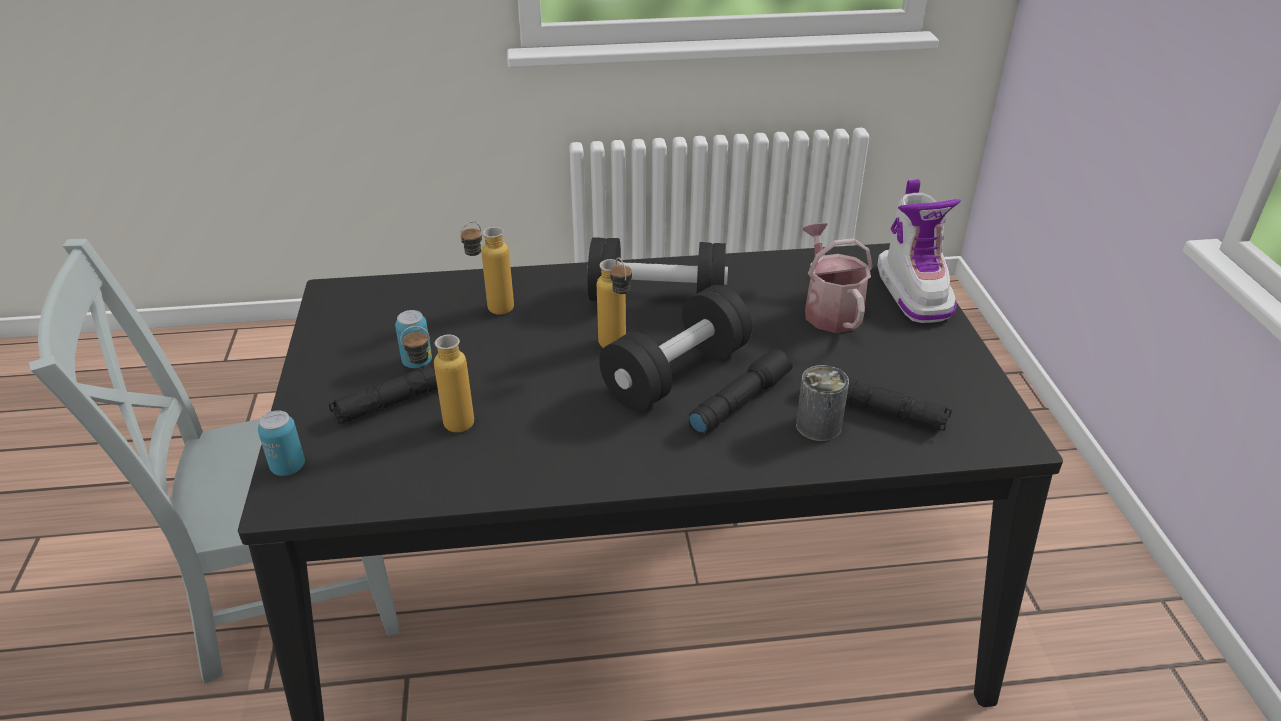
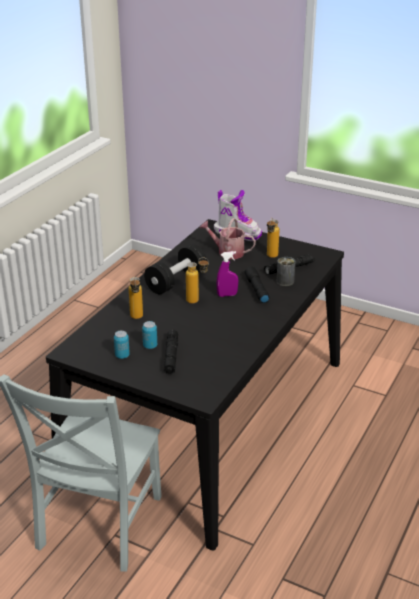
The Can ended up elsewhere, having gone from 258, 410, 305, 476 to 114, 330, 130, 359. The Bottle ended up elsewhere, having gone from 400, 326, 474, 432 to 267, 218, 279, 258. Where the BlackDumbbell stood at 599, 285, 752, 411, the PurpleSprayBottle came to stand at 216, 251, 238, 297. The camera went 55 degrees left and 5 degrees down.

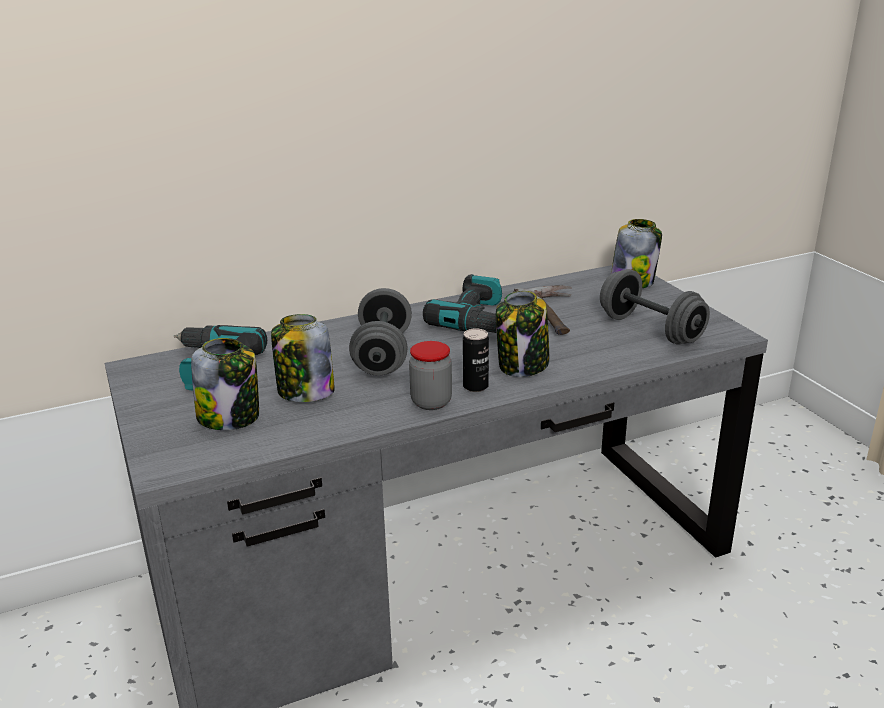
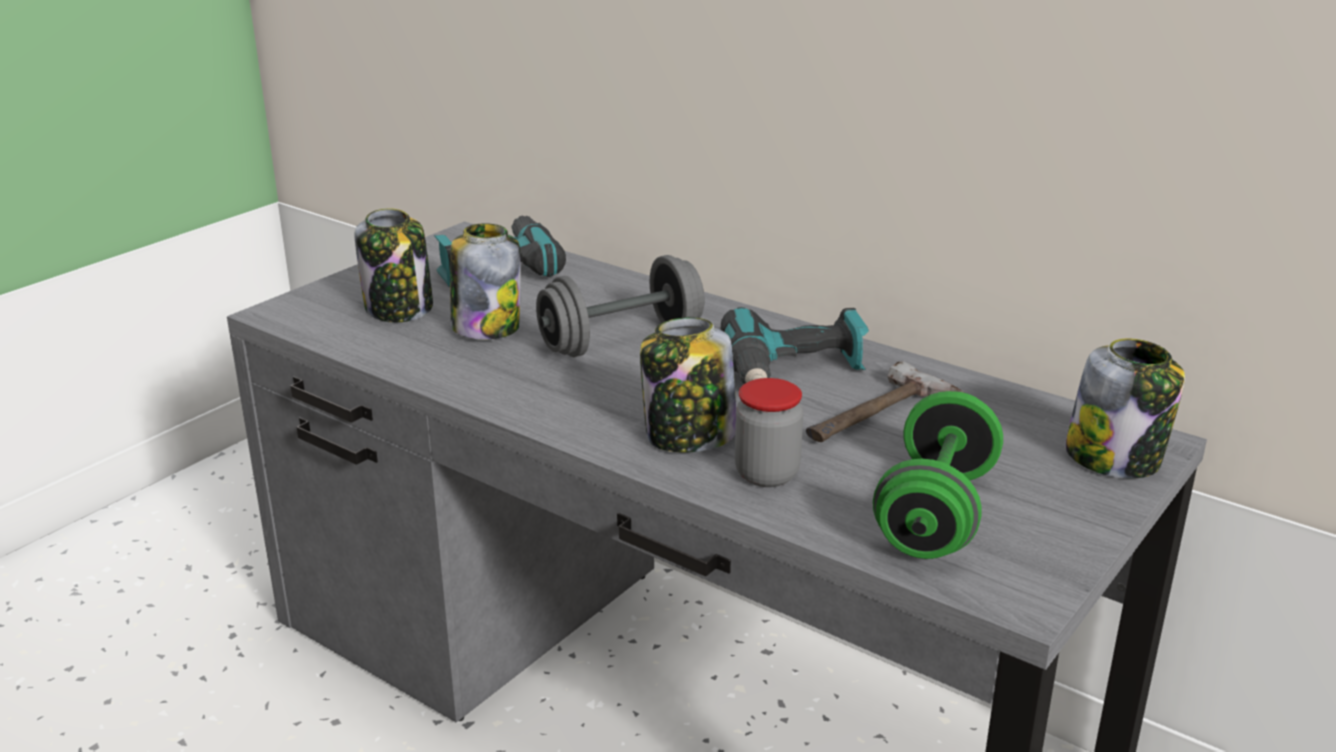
The second view lost the Can at 463, 328, 489, 392. The Jar ended up elsewhere, having gone from 409, 341, 452, 410 to 735, 378, 803, 487. What was the GreyDumbbell at 600, 269, 710, 345 turned into the GreenDumbbell at 873, 391, 1003, 559. The camera went 60 degrees right and 0 degrees up.

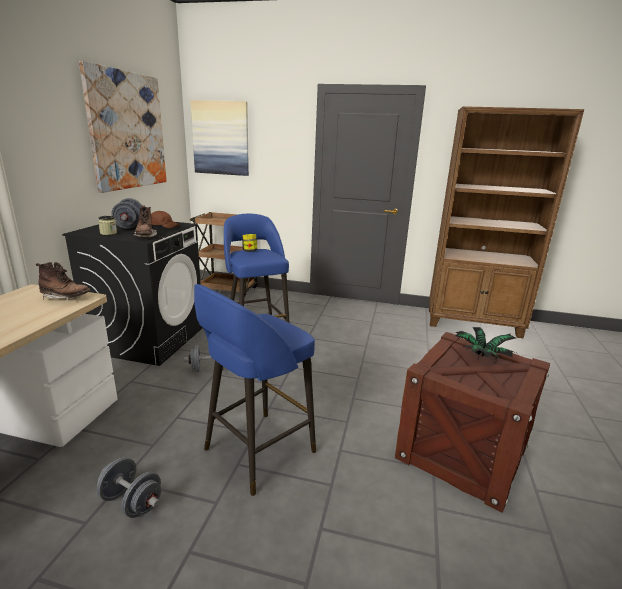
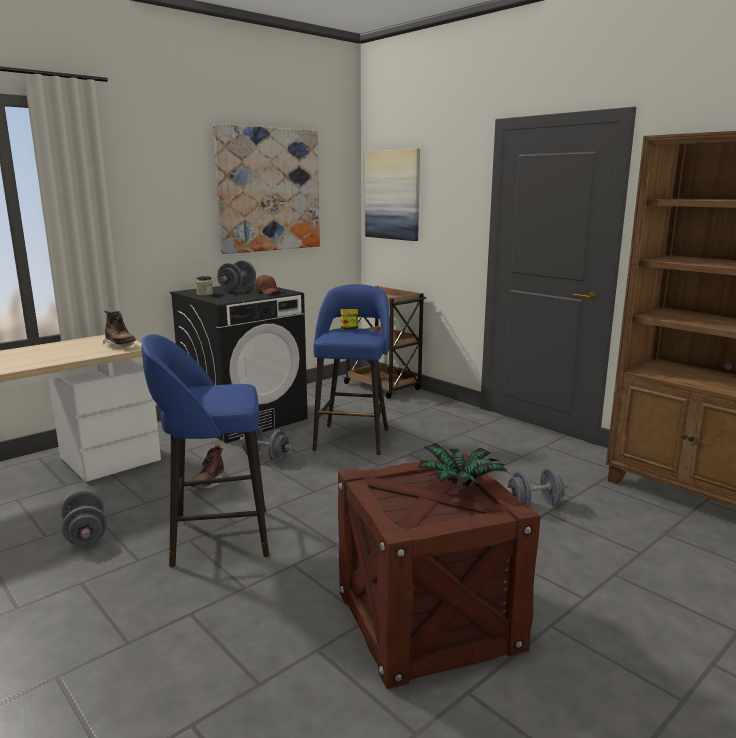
The second view gained the GreyDumbbell at 507, 468, 568, 506. The BrownBoot ended up elsewhere, having gone from 134, 205, 157, 238 to 191, 444, 224, 489. The camera went 35 degrees right and 5 degrees down.

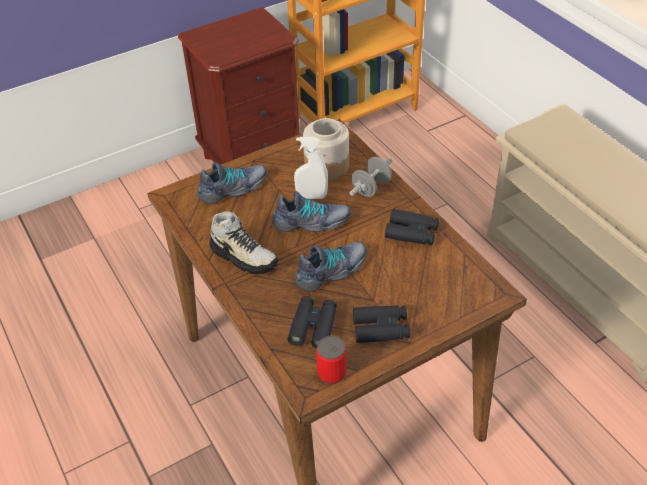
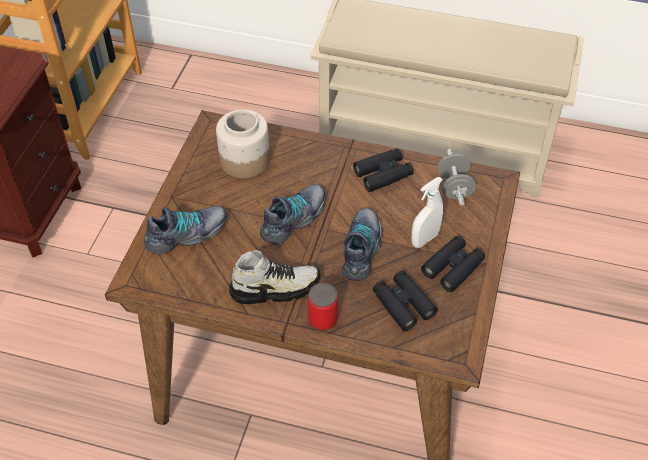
The WhiteSprayBottle ended up elsewhere, having gone from 294, 137, 328, 199 to 411, 177, 443, 248. The Can ended up elsewhere, having gone from 316, 336, 346, 384 to 308, 283, 338, 331. The GreyDumbbell ended up elsewhere, having gone from 349, 157, 392, 197 to 437, 149, 476, 206. The Shoe at 197, 162, 267, 204 ended up facing another way, 45 degrees clockwise from before. The camera went 45 degrees left and 5 degrees up.

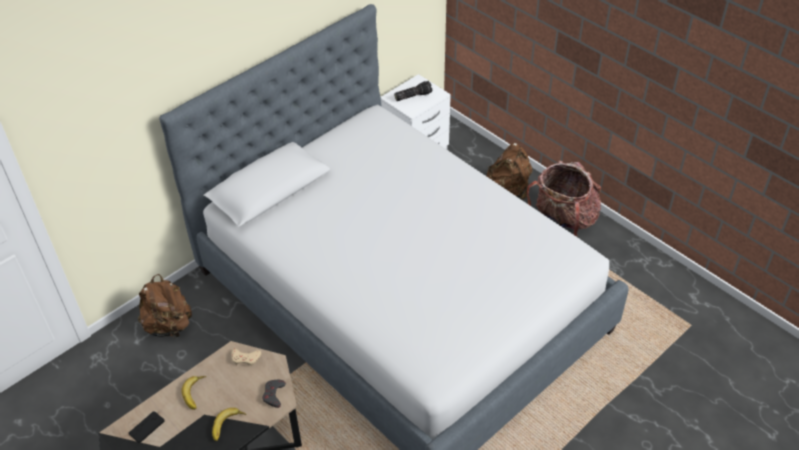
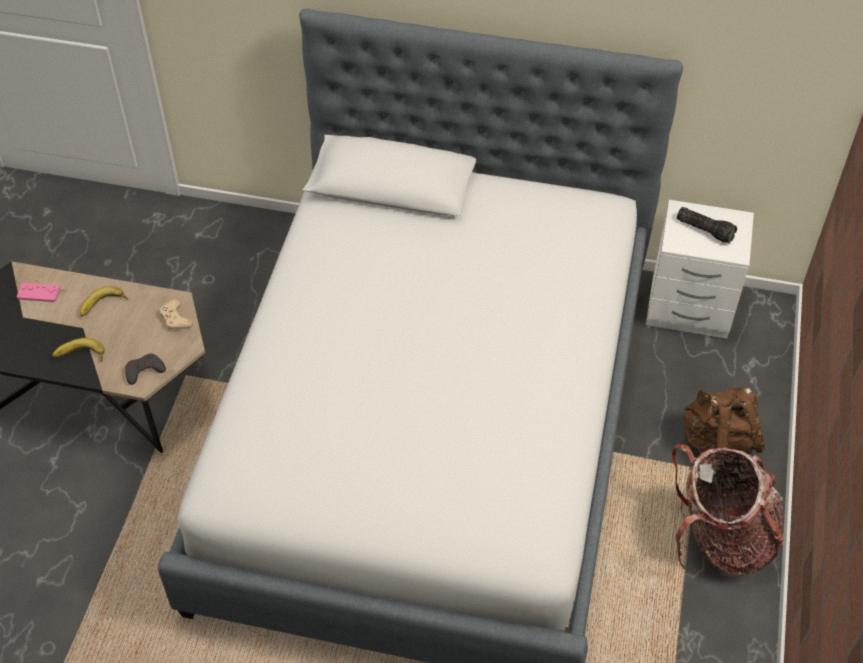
The second view lost the BrownBackpack at 138, 274, 192, 337. What was the BlackGameController at 129, 411, 165, 443 turned into the PinkGameController at 16, 283, 61, 302. The camera went 55 degrees right and 5 degrees up.

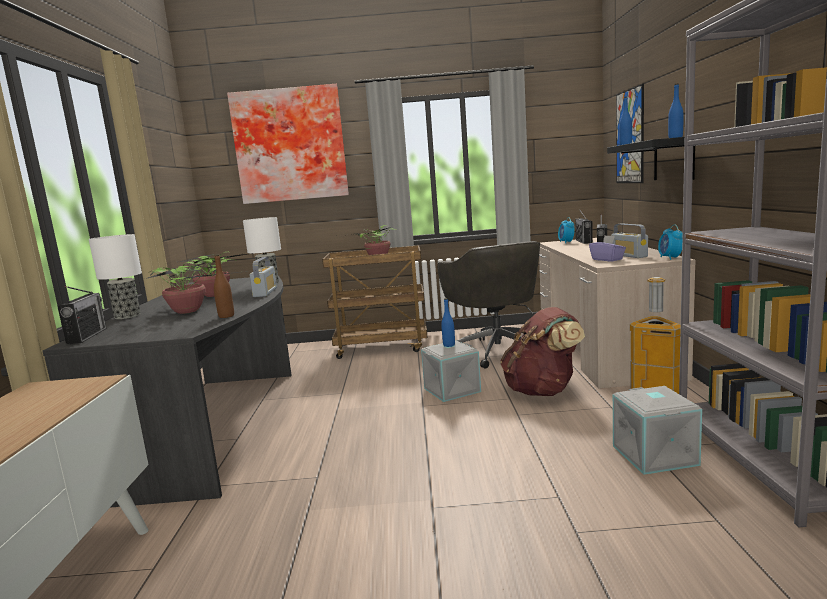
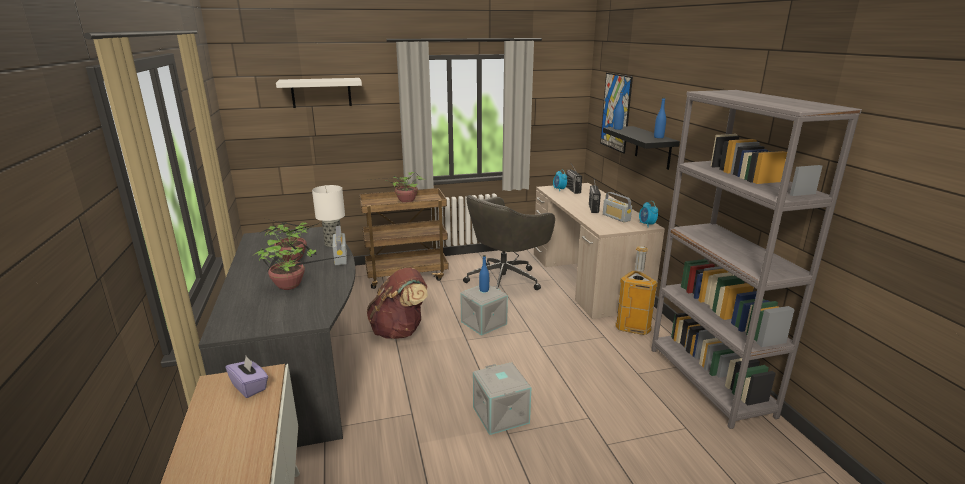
The second view lost the Radio at 58, 286, 107, 344. The second view lost the TableLamp at 89, 234, 142, 319. The second view lost the BrownBottle at 214, 255, 234, 318. The BrownBackpack ended up elsewhere, having gone from 500, 307, 585, 396 to 367, 268, 428, 339. The PurpleTissueBox ended up elsewhere, having gone from 589, 235, 626, 261 to 226, 356, 268, 398. The GreyStorageBox ended up elsewhere, having gone from 613, 386, 702, 475 to 473, 362, 532, 435. Where the Picture hung at 227, 84, 349, 204, the WhiteShelf came to hang at 276, 78, 362, 108. The GreyOfficeChair at 437, 241, 540, 369 ended up facing another way, 75 degrees clockwise from before. The camera went 15 degrees left and 10 degrees up.

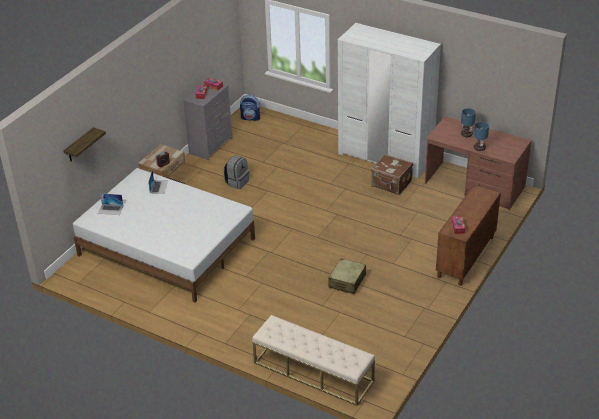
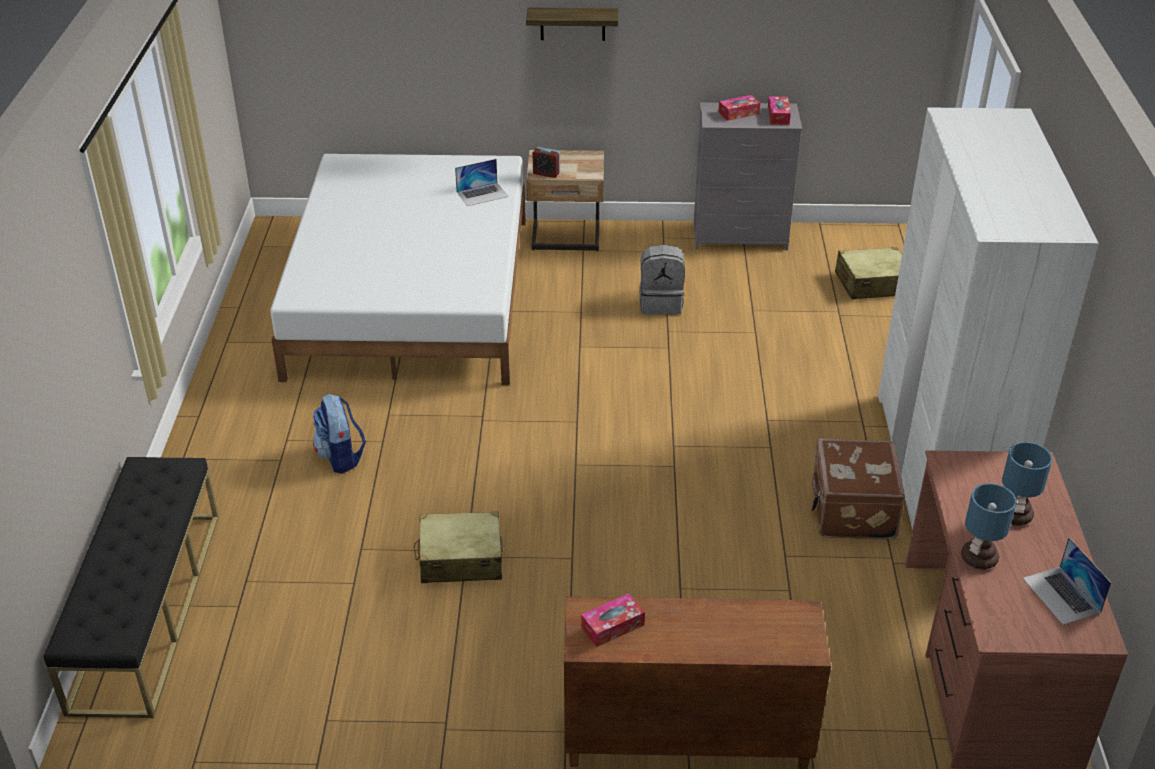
The second view gained the BeigeSuitcase at 835, 247, 902, 299. The Shelf ended up elsewhere, having gone from 64, 127, 106, 162 to 526, 8, 618, 41. The Laptop ended up elsewhere, having gone from 98, 193, 124, 215 to 1023, 538, 1111, 625. The Backpack ended up elsewhere, having gone from 240, 95, 260, 121 to 313, 394, 366, 474. What was the BeigeBench at 252, 315, 375, 406 turned into the BlackBench at 44, 457, 219, 718. The camera went 60 degrees right and 0 degrees up.

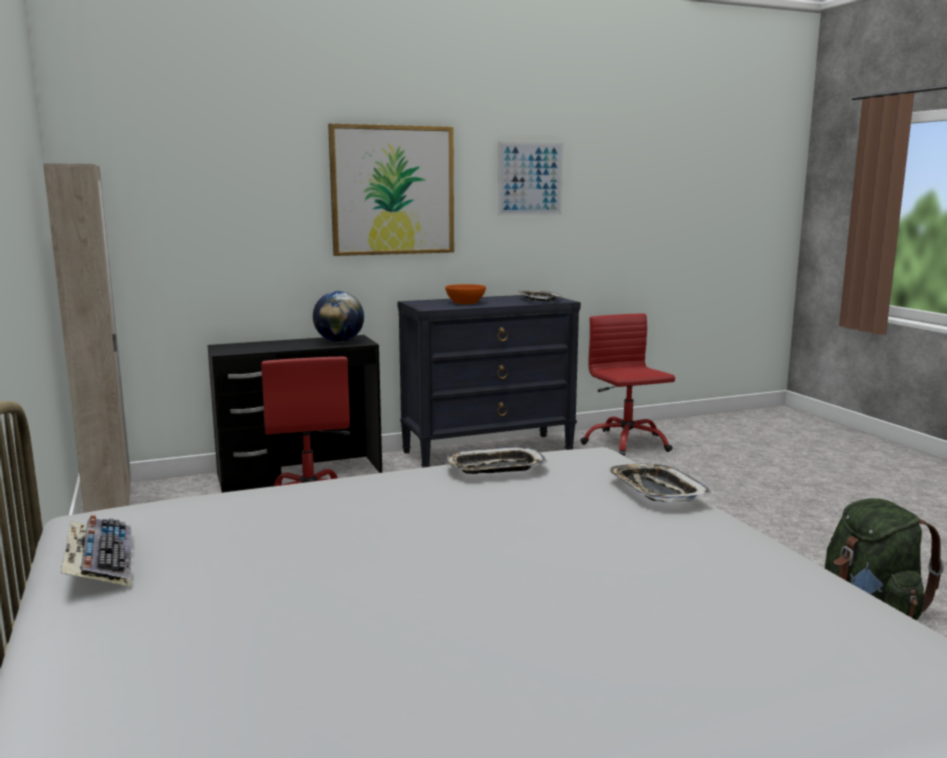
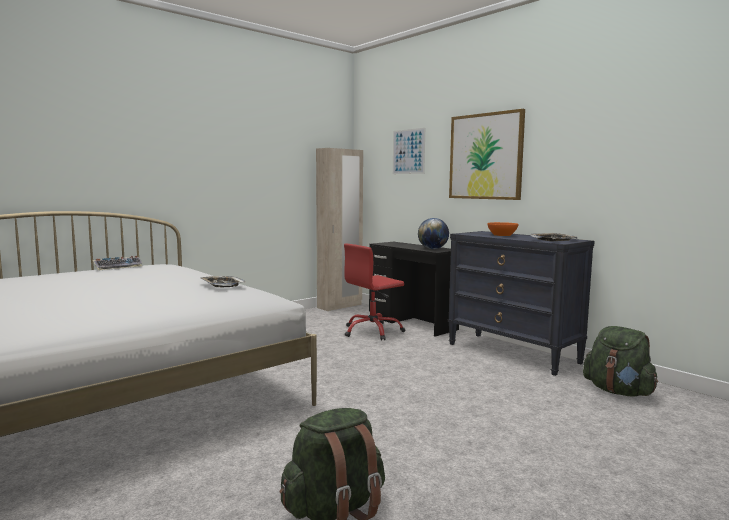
The second view lost the Tray at 607, 464, 711, 503. The Picture ended up elsewhere, having gone from 498, 142, 563, 216 to 393, 128, 425, 174. Where the RedOfficeChair stood at 580, 314, 675, 456, the GreenBackpack came to stand at 583, 326, 658, 397. The camera went 70 degrees right and 5 degrees down.

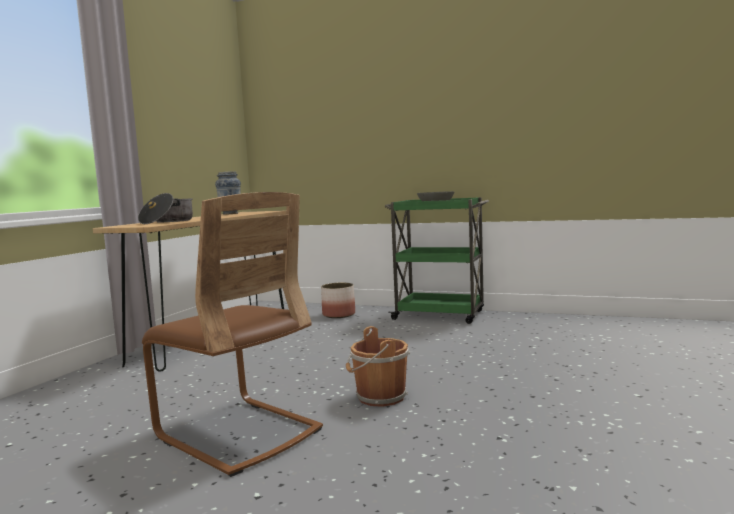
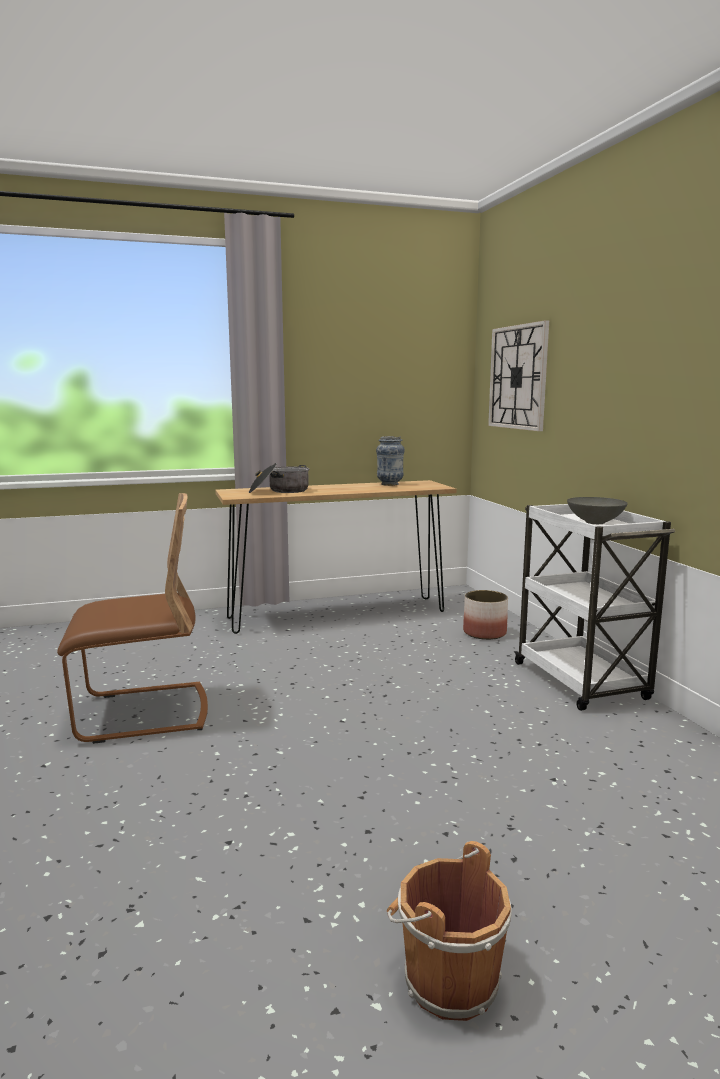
The second view gained the WallClock at 488, 320, 549, 431. The BrownBucket ended up elsewhere, having gone from 346, 326, 410, 407 to 387, 841, 512, 1021. What was the GreenCart at 384, 197, 489, 324 turned into the WhiteCart at 514, 504, 675, 711. The BrownChair at 142, 192, 323, 477 ended up facing another way, 105 degrees counterclockwise from before. The camera went 50 degrees right and 5 degrees up.

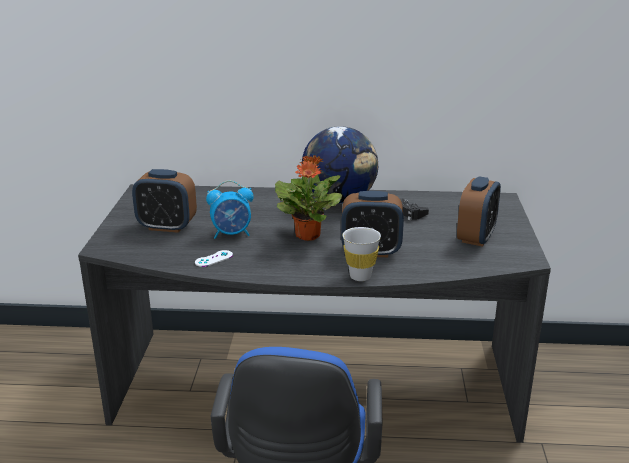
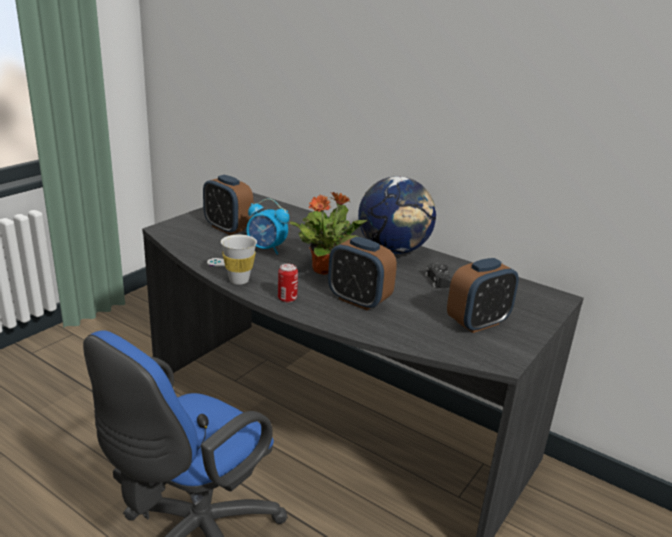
The second view gained the Can at 278, 263, 298, 302. The WhiteCup ended up elsewhere, having gone from 342, 227, 381, 281 to 221, 235, 257, 285. The camera went 30 degrees right and 0 degrees up.

